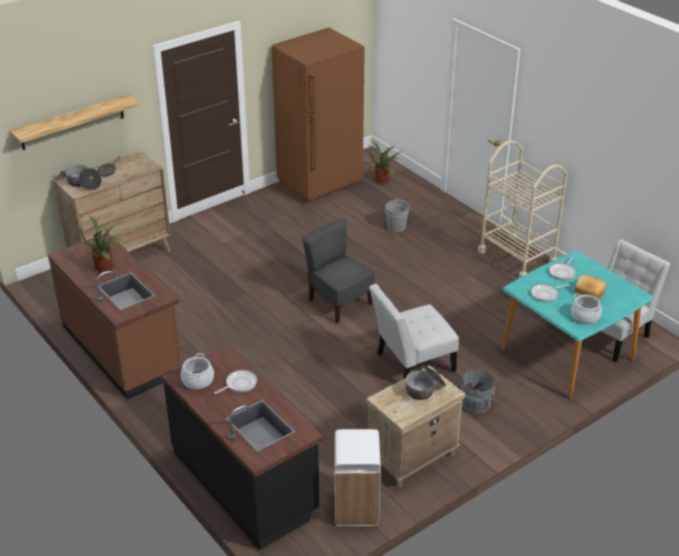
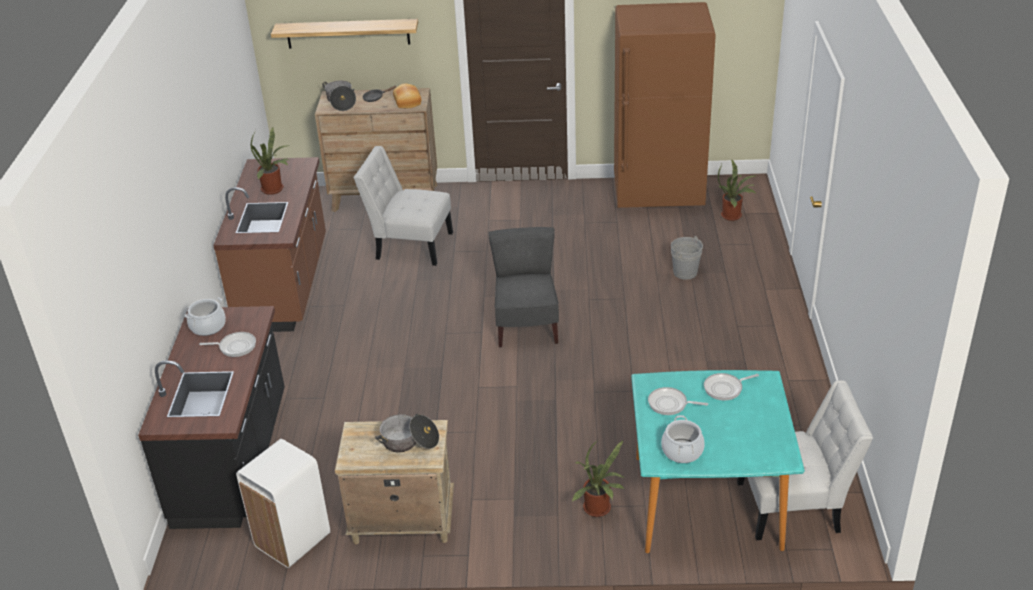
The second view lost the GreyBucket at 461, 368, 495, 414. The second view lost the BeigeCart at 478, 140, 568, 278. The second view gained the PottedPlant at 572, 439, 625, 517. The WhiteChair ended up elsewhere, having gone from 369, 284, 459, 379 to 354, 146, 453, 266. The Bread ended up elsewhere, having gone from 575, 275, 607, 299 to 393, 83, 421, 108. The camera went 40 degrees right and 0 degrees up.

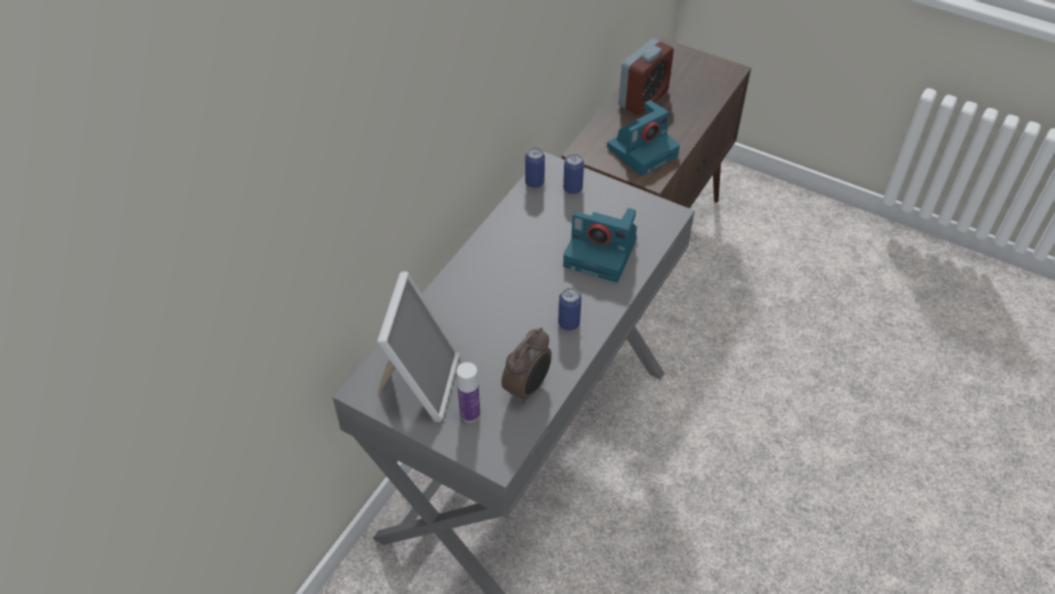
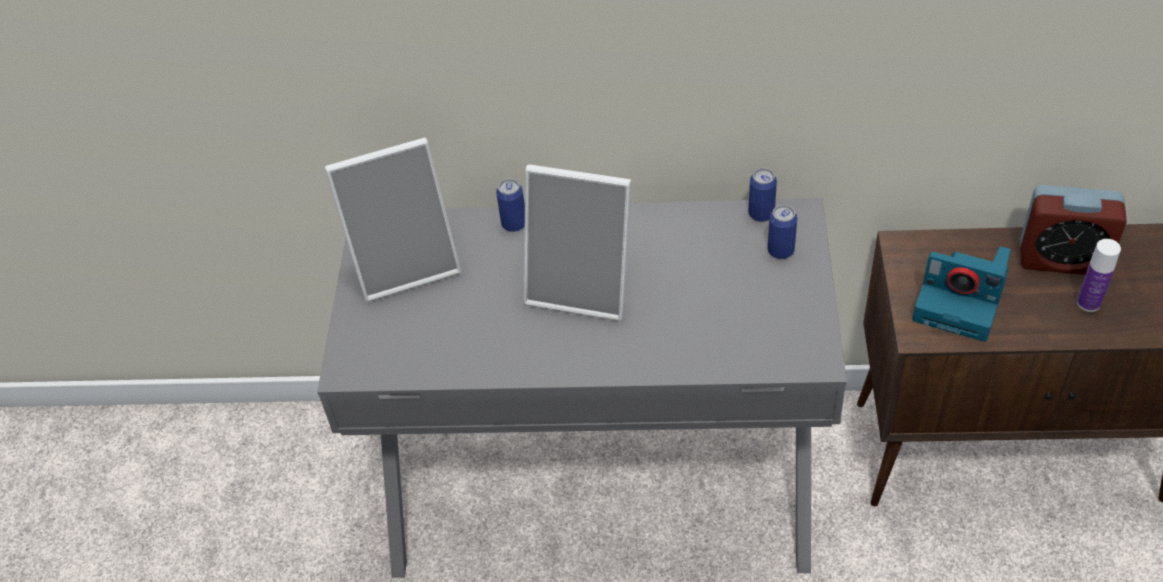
The second view lost the AlarmClock at 501, 327, 552, 404. The second view lost the PhotoCamera at 563, 208, 637, 282. The second view gained the PictureFrame at 524, 164, 632, 321. The Bottle ended up elsewhere, having gone from 457, 362, 480, 422 to 1077, 239, 1121, 312. The Can ended up elsewhere, having gone from 558, 287, 582, 331 to 496, 179, 525, 232. The camera went 65 degrees right and 0 degrees up.

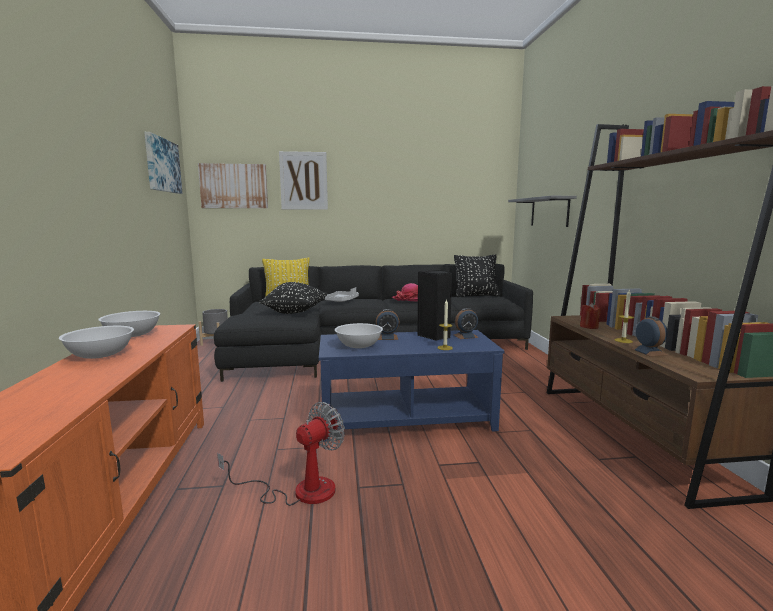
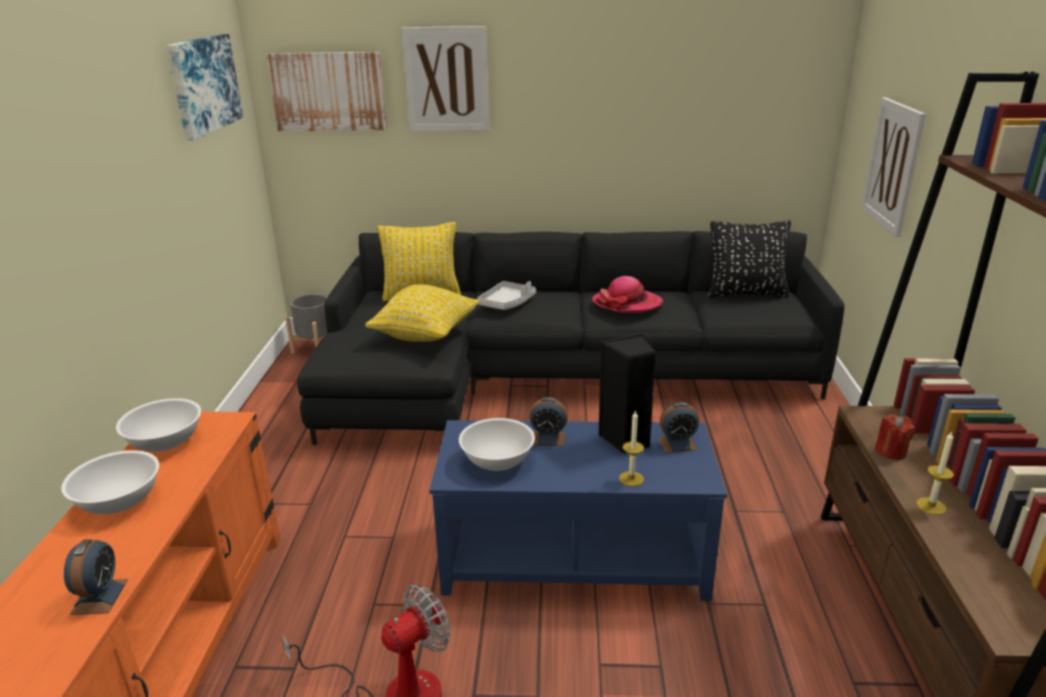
The AlarmClock ended up elsewhere, having gone from 632, 316, 668, 357 to 64, 539, 128, 615. Where the GreyShelf hung at 508, 196, 577, 227, the Picture came to hang at 861, 98, 926, 237. What was the BlackPillow at 259, 282, 328, 314 turned into the YellowPillow at 365, 284, 479, 342. The camera went 10 degrees right and 15 degrees up.

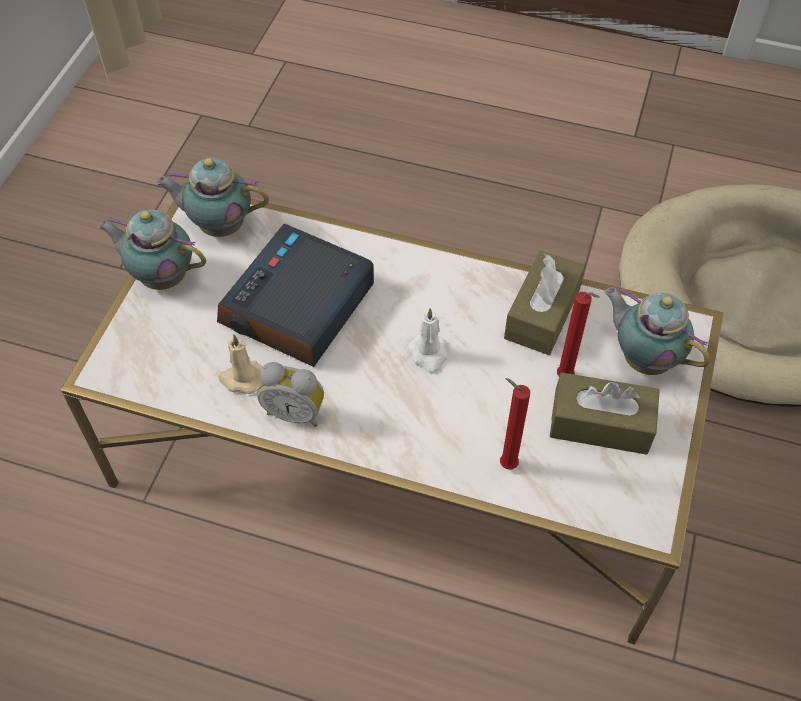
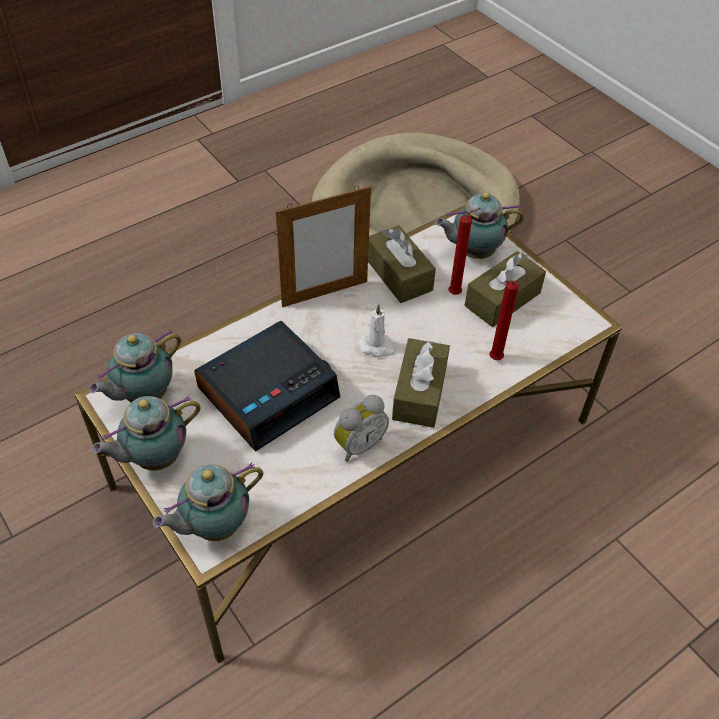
The second view lost the BeigeCandle at 219, 334, 262, 394. The second view gained the Teapot at 153, 463, 263, 541. The second view gained the PictureFrame at 276, 186, 371, 307. The second view gained the BrownTissueBox at 392, 338, 450, 428. The AlarmClock at 217, 224, 374, 367 ended up facing another way, 105 degrees counterclockwise from before. The camera went 55 degrees left and 5 degrees down.

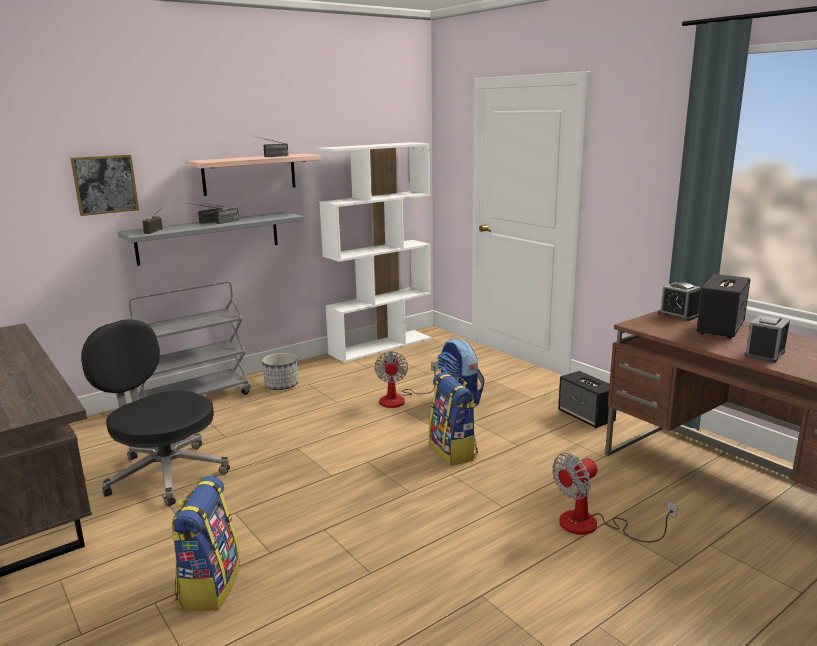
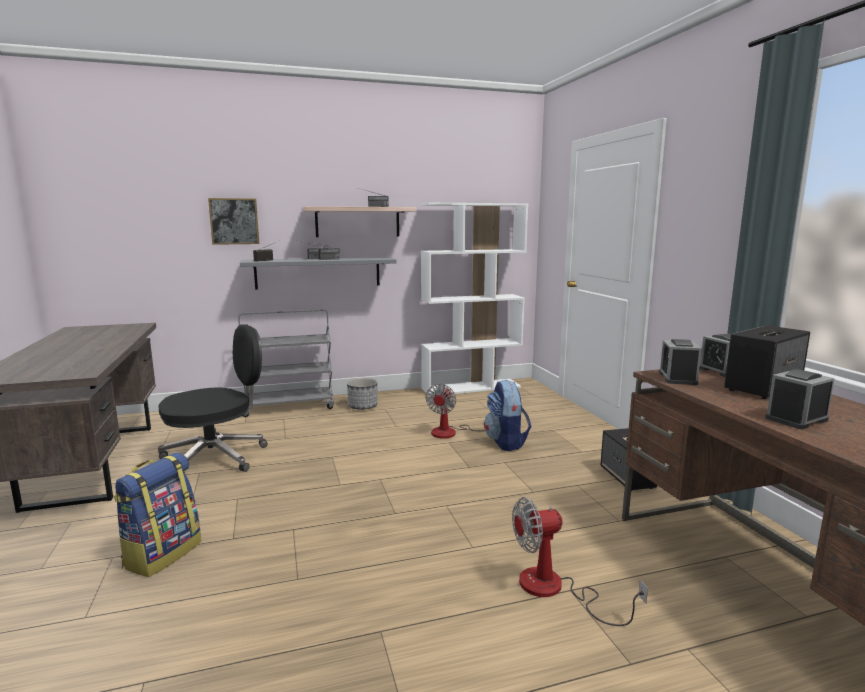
The second view lost the Backpack at 429, 372, 478, 466. The second view gained the AlarmClock at 659, 339, 702, 385. The BlackOfficeChair at 81, 319, 230, 507 ended up facing another way, 90 degrees clockwise from before. The camera went 20 degrees right and 5 degrees down.

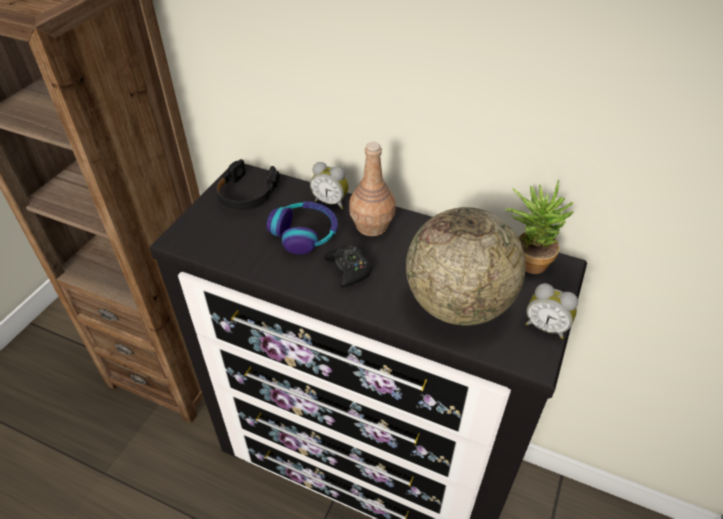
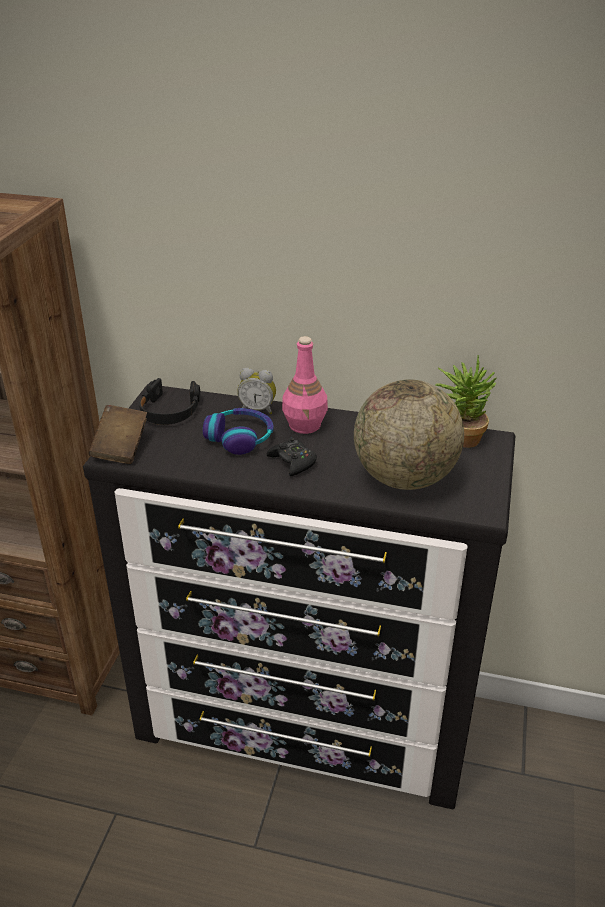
The second view lost the AlarmClock at 525, 283, 578, 339. The second view gained the BrownBook at 88, 405, 147, 464. What was the BrownBottle at 349, 142, 395, 236 turned into the PinkBottle at 282, 336, 328, 434. The camera went 10 degrees left and 10 degrees down.

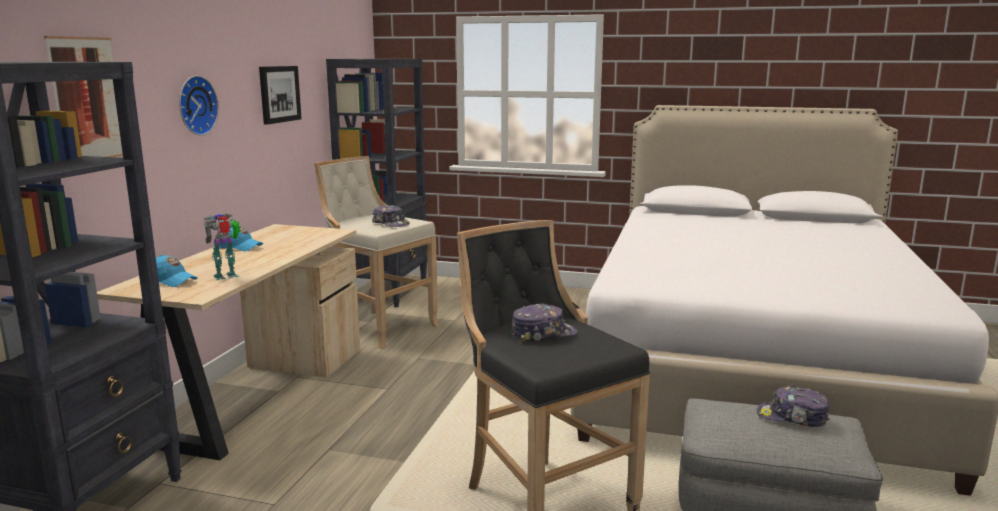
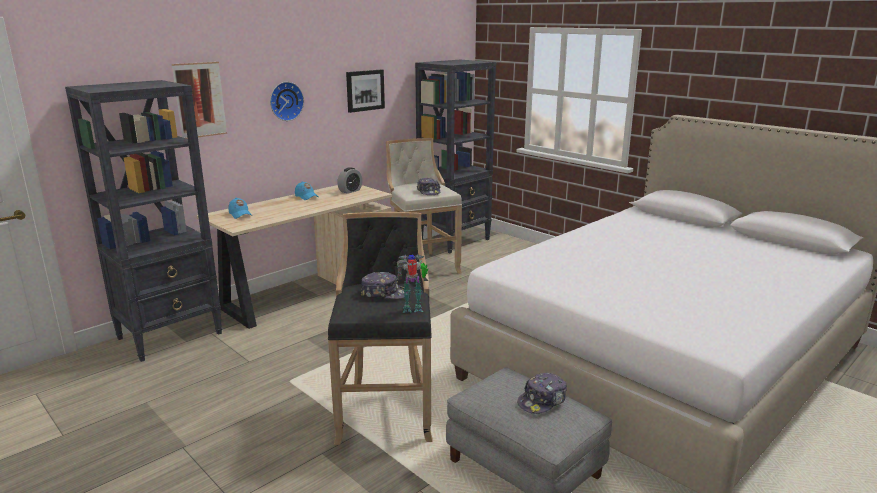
The second view gained the AlarmClock at 337, 167, 362, 194. The ToyRobot ended up elsewhere, having gone from 204, 213, 241, 280 to 397, 254, 428, 313. The Cap at 757, 386, 830, 427 ended up facing another way, 90 degrees counterclockwise from before. The camera went 30 degrees right and 5 degrees up.

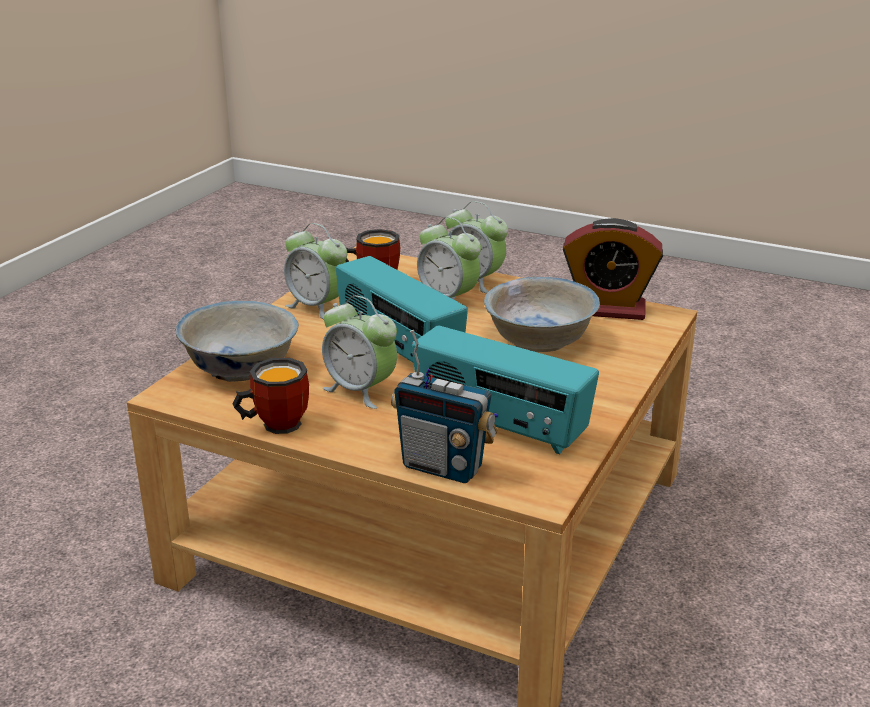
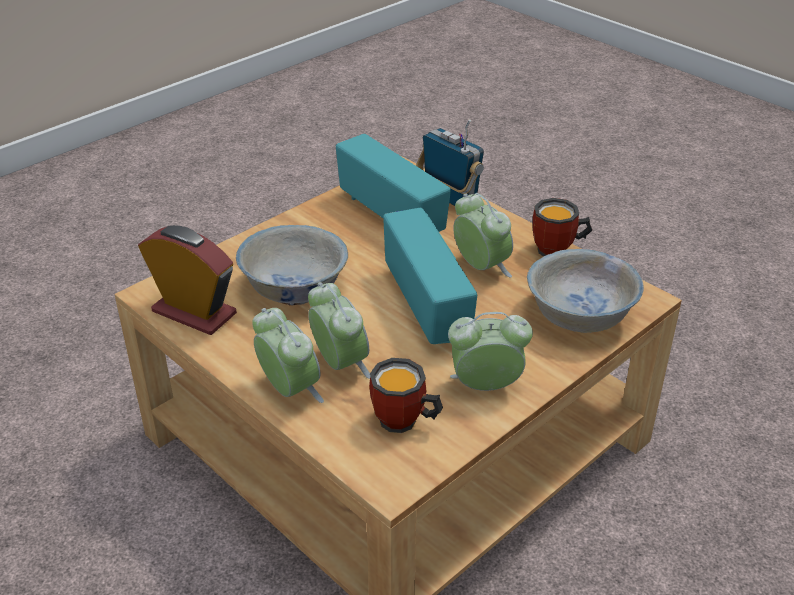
The AlarmClock at 284, 223, 347, 319 ended up facing another way, 60 degrees counterclockwise from before. The camera went 160 degrees left and 10 degrees up.

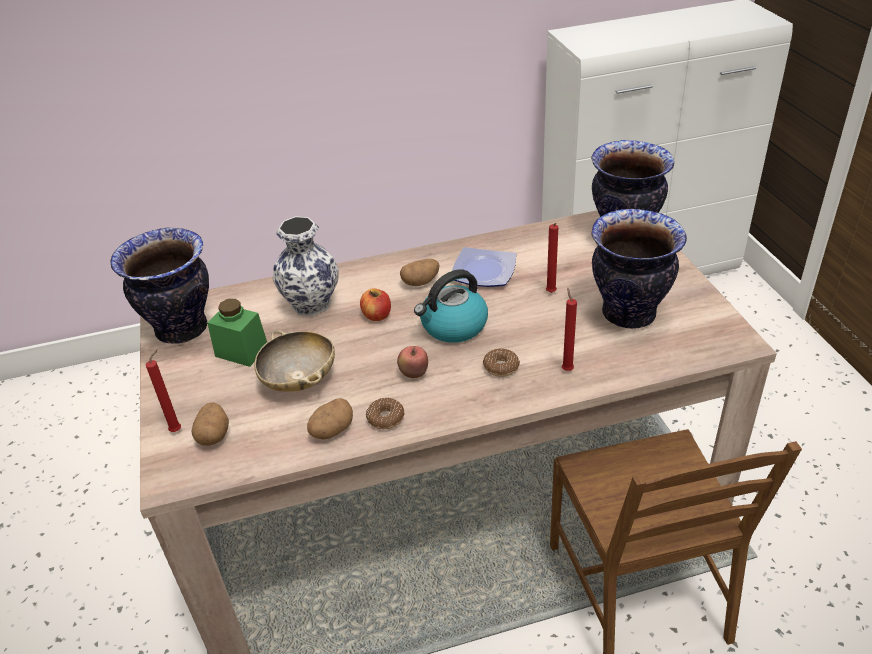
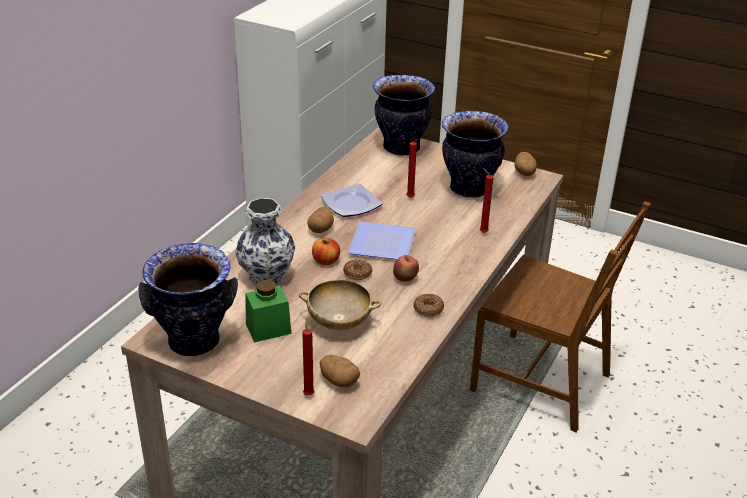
The Potato ended up elsewhere, having gone from 307, 398, 353, 440 to 514, 152, 537, 176. The Donut ended up elsewhere, having gone from 483, 348, 520, 377 to 343, 259, 373, 280. Where the Kettle stood at 414, 269, 488, 343, the Plate came to stand at 348, 221, 416, 259. The camera went 50 degrees left and 5 degrees down.

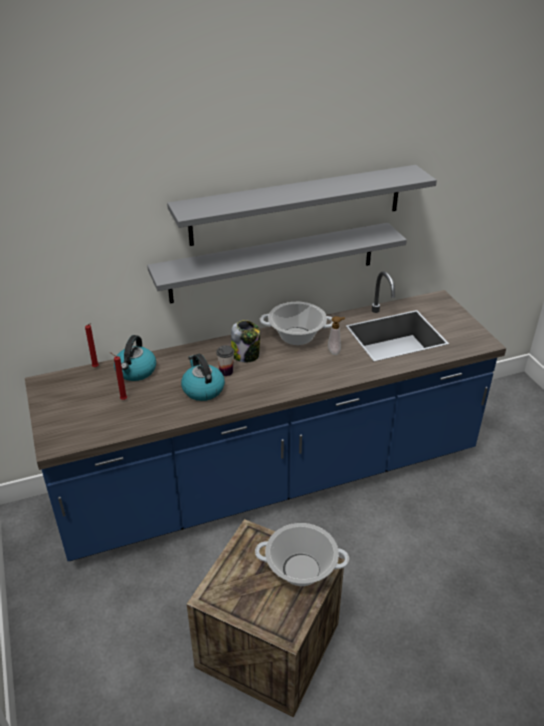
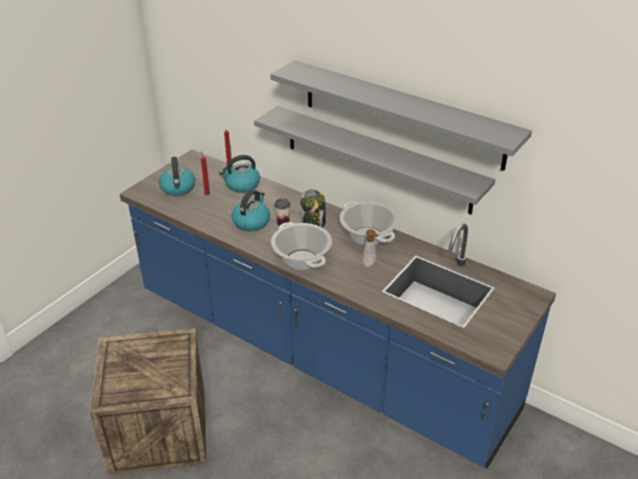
The second view gained the Kettle at 159, 157, 195, 196. The CookingPot ended up elsewhere, having gone from 255, 523, 349, 586 to 271, 222, 332, 270. The camera went 55 degrees right and 0 degrees up.

